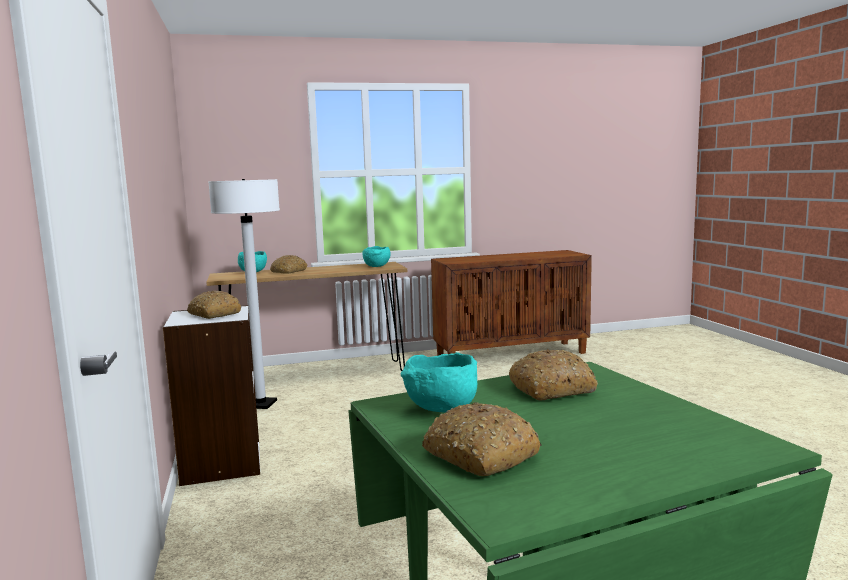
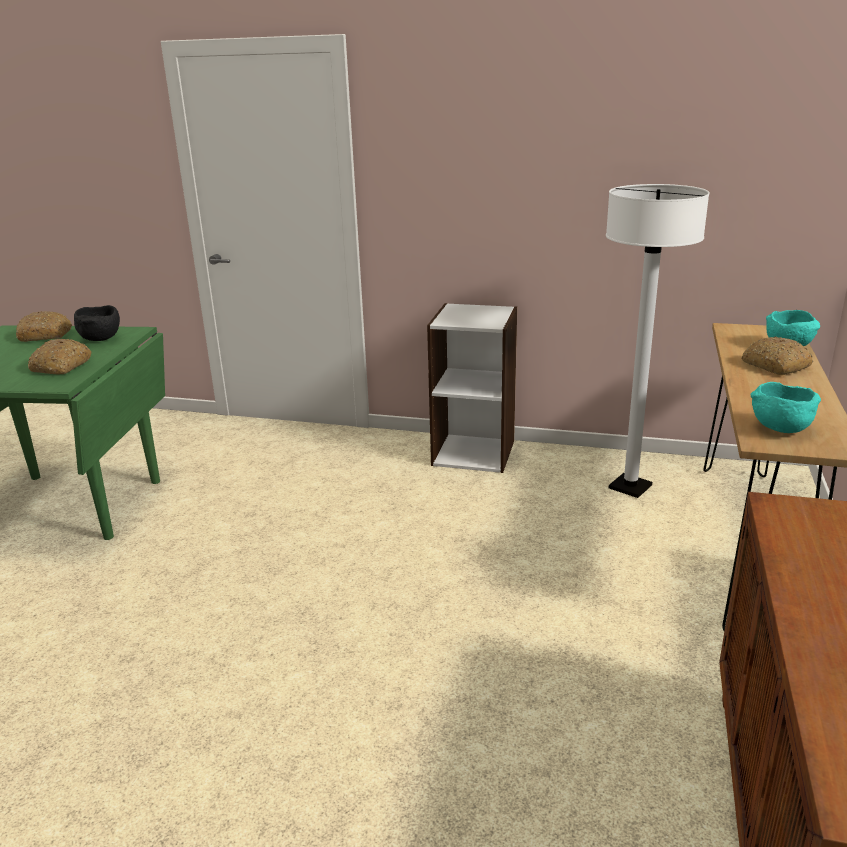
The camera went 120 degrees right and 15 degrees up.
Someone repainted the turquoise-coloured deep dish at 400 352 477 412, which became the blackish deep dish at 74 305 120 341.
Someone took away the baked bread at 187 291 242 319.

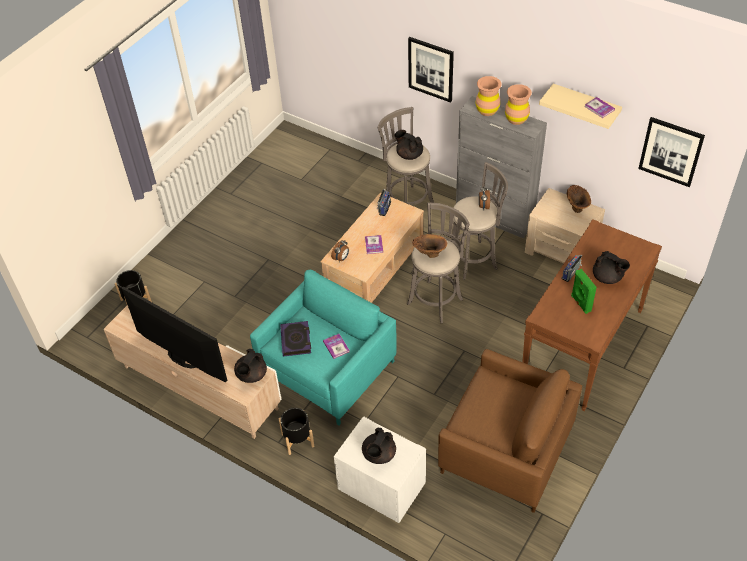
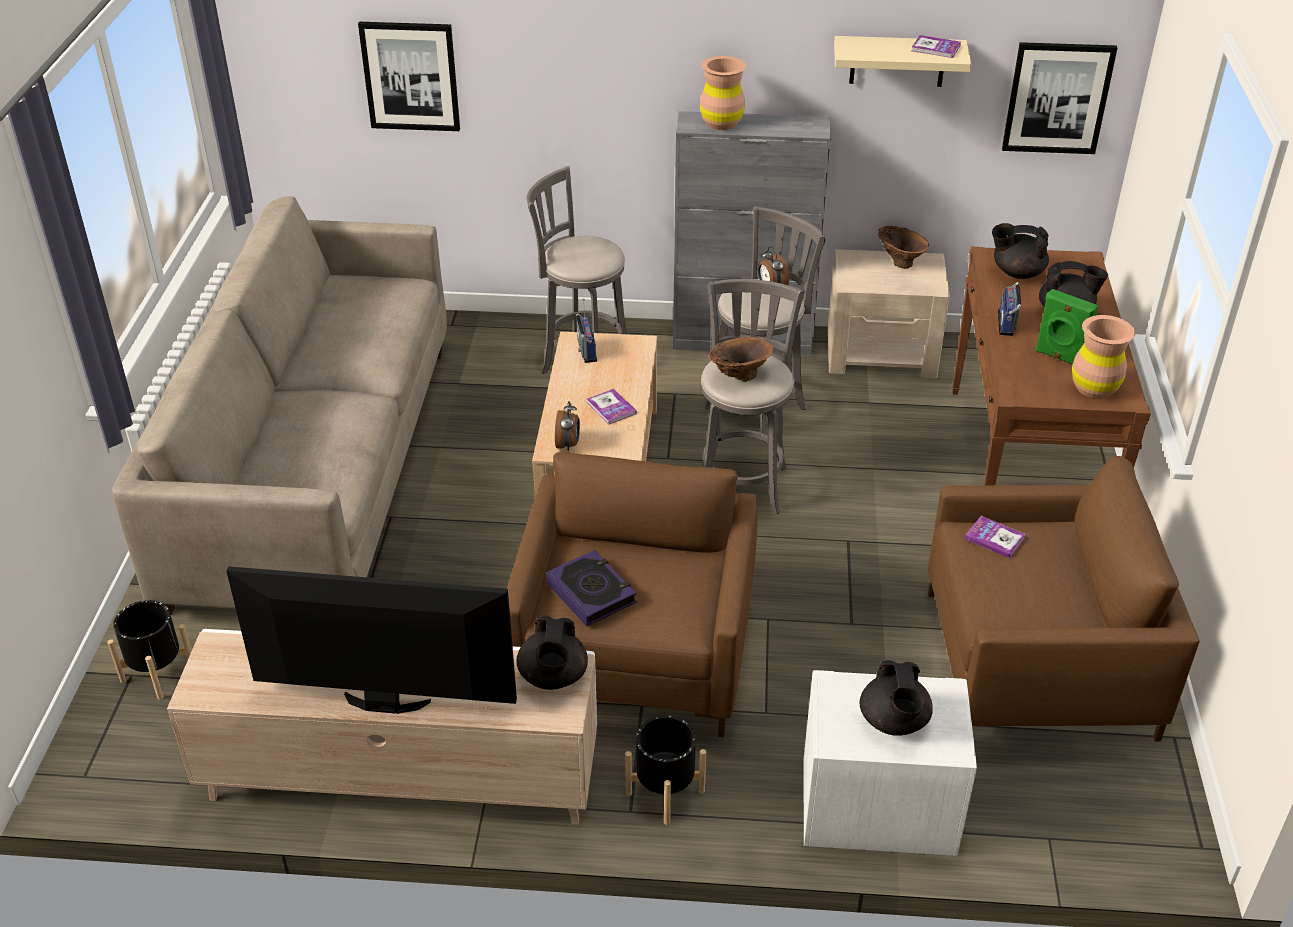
The camera went 30 degrees left and 10 degrees down.
Someone put down the sand-coloured sofa at 112 196 447 615.
Someone carried the picture from 408 37 454 103 to 358 22 460 131.
Someone repainted the turquoise-coloured easy chair at 250 270 397 425, which became the brown easy chair at 507 452 758 737.
Someone carried the volume from 323 334 350 359 to 965 516 1026 558.
Someone carried the blackish pot for tea from 395 130 423 160 to 992 223 1049 279.
Someone carried the brown decorative vase from 505 84 532 125 to 1072 315 1135 399.

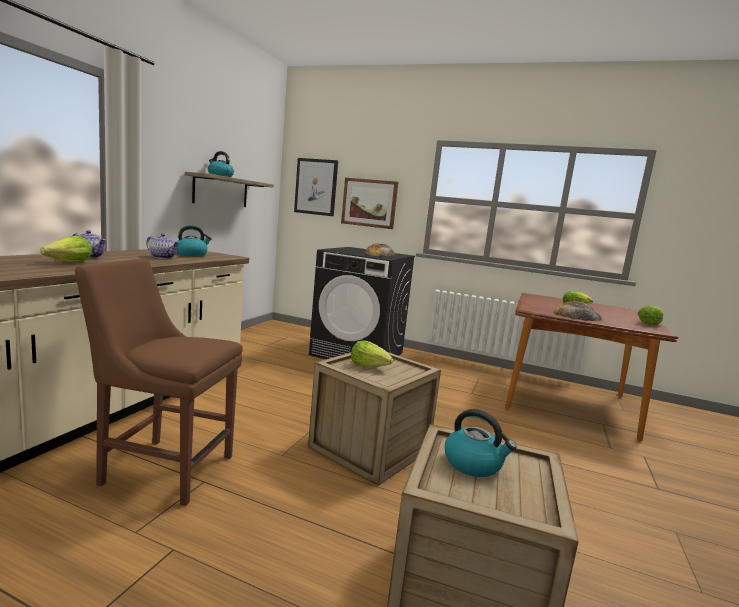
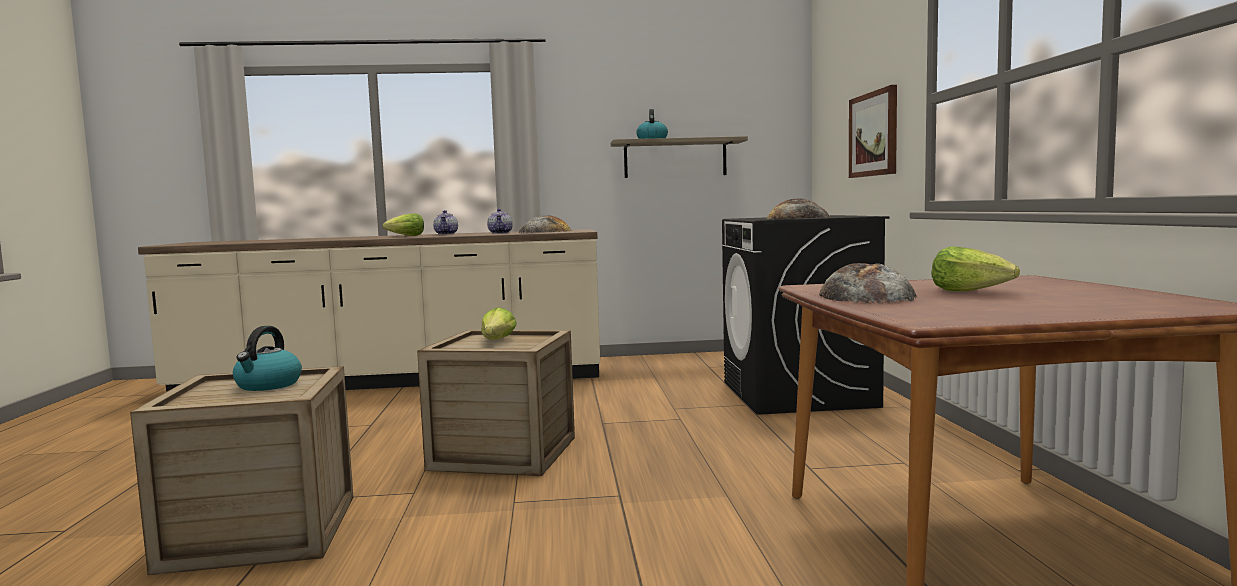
The camera went 65 degrees right and 5 degrees down.
Someone swapped the water kettle at 176 225 212 257 for the baked bread at 519 216 572 233.
Someone took away the brown chair at 75 258 243 506.
Someone took away the picture at 294 158 338 216.
Someone took away the lettuce at 637 305 663 325.

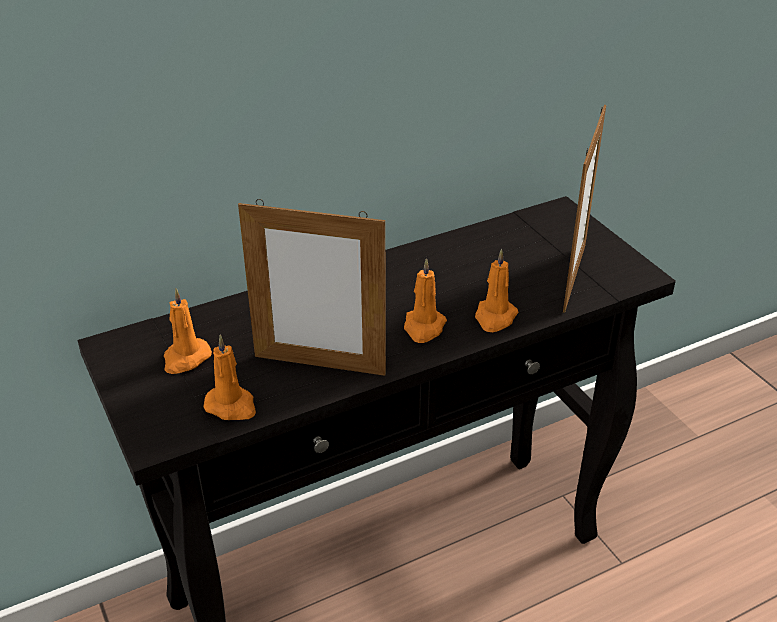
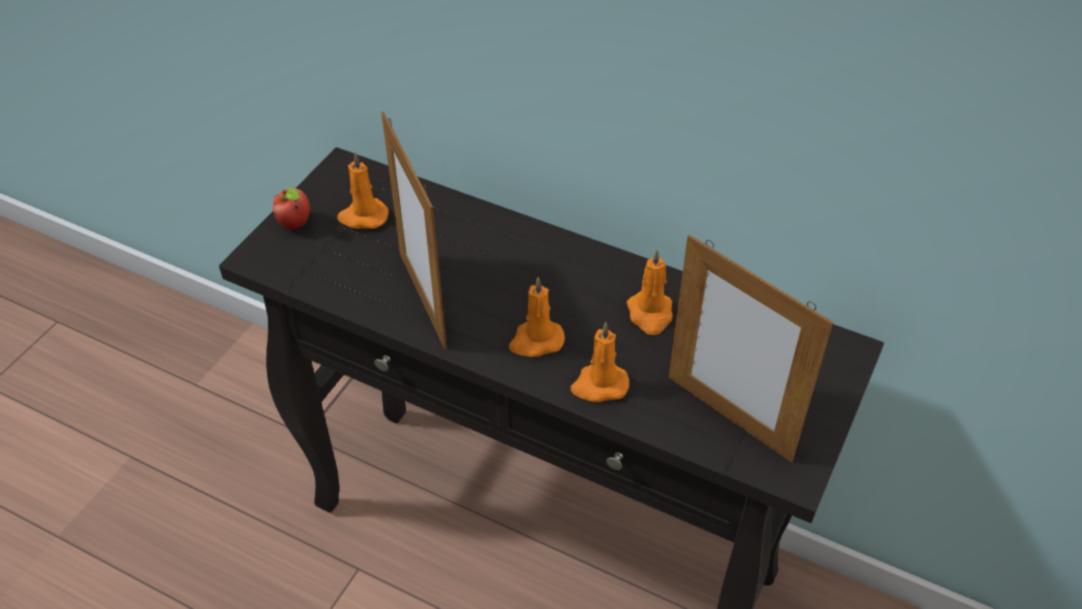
The camera went 55 degrees right and 10 degrees up.
Someone put down the whole apple at 273 187 310 230.
Someone carried the orangey candle from 203 335 256 420 to 627 249 673 335.
Someone rotated the standing frame at 563 105 606 313 by 60 degrees clockwise.

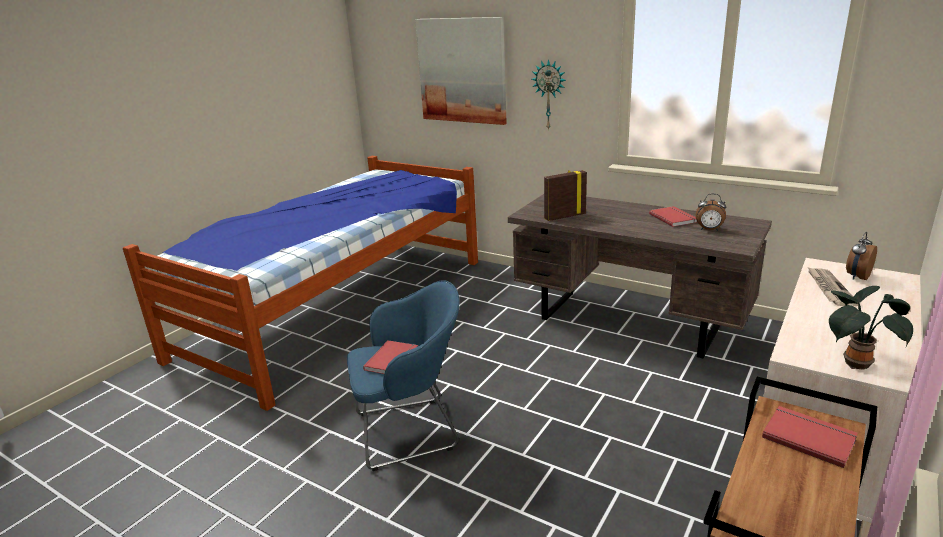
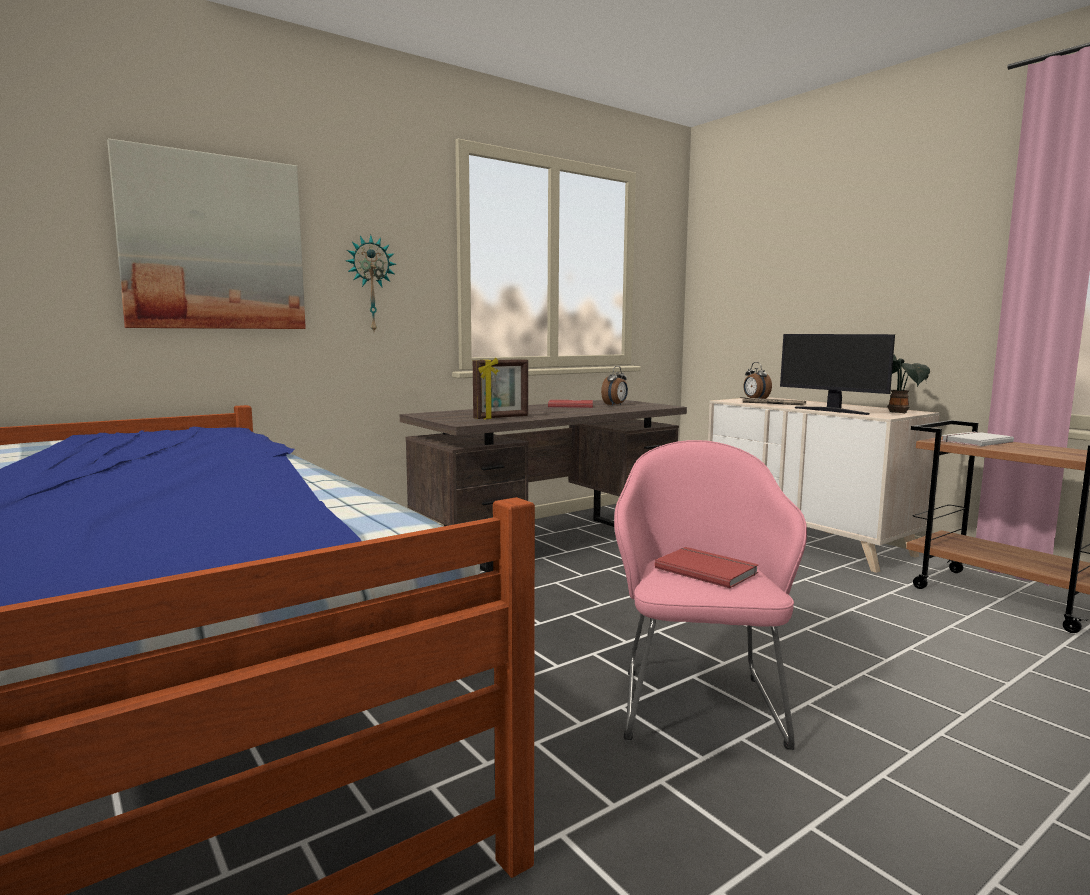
The camera went 70 degrees left and 15 degrees down.
Someone rotated the standing frame at 544 170 587 221 by 120 degrees counterclockwise.
Someone repainted the blue easy chair at 347 280 459 471, which became the pink easy chair at 614 440 807 750.
Someone put down the computer display at 780 334 895 415.
Someone repainted the reddish volume at 762 406 858 468, which became the white volume at 941 432 1014 446.

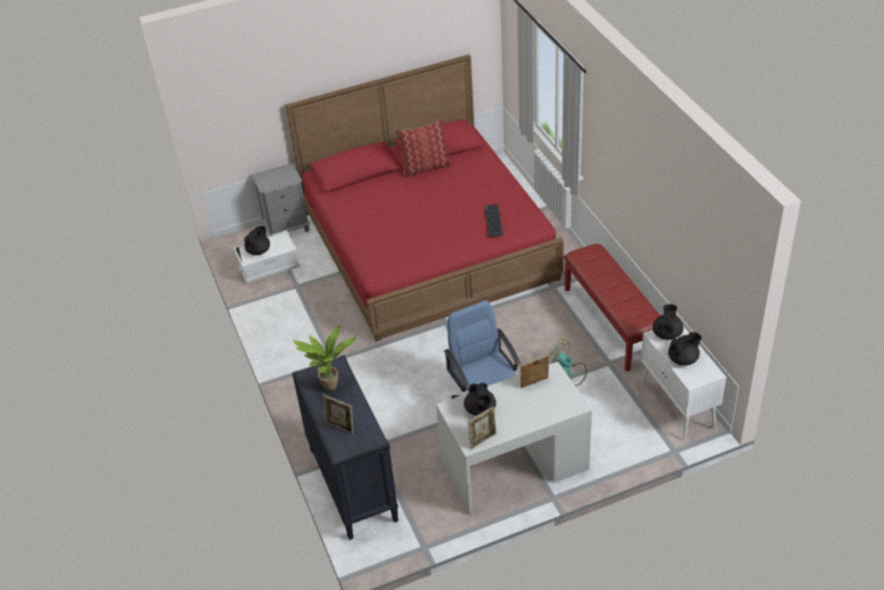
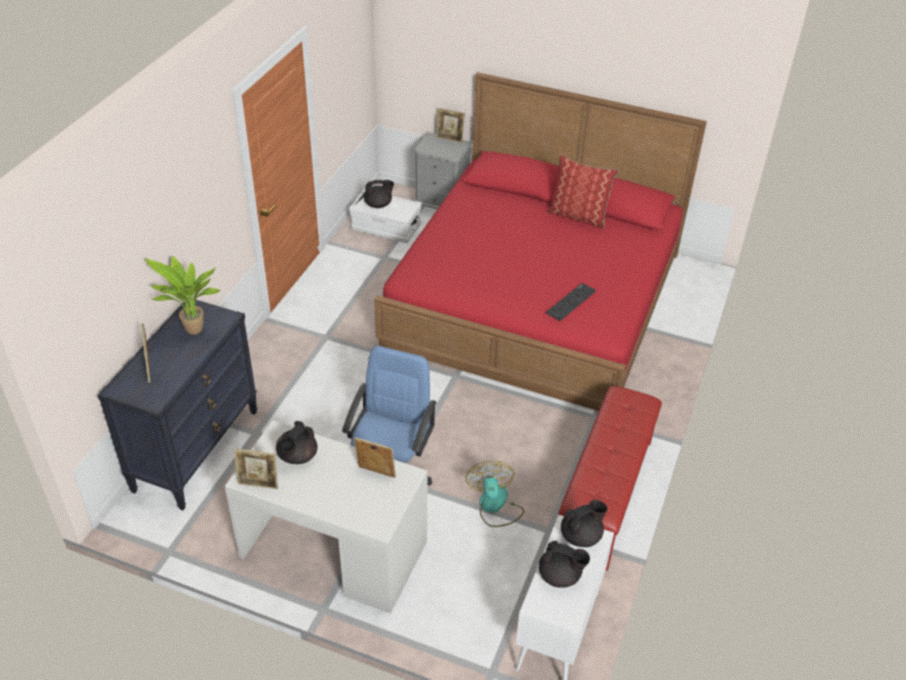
The camera went 40 degrees right and 0 degrees up.
Someone put down the standing frame at 436 108 465 143.

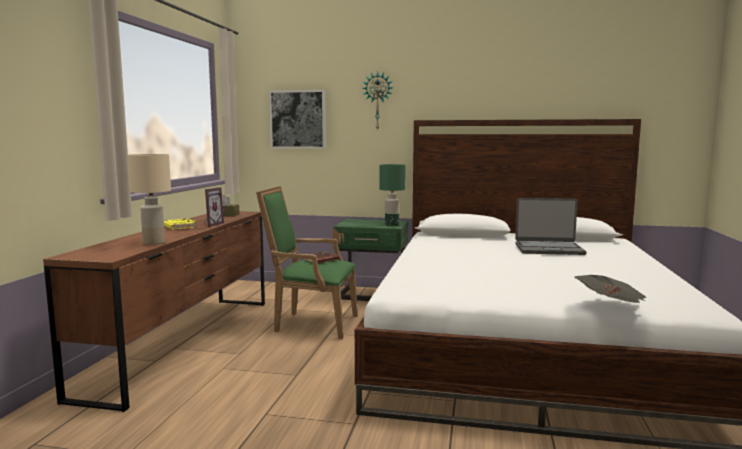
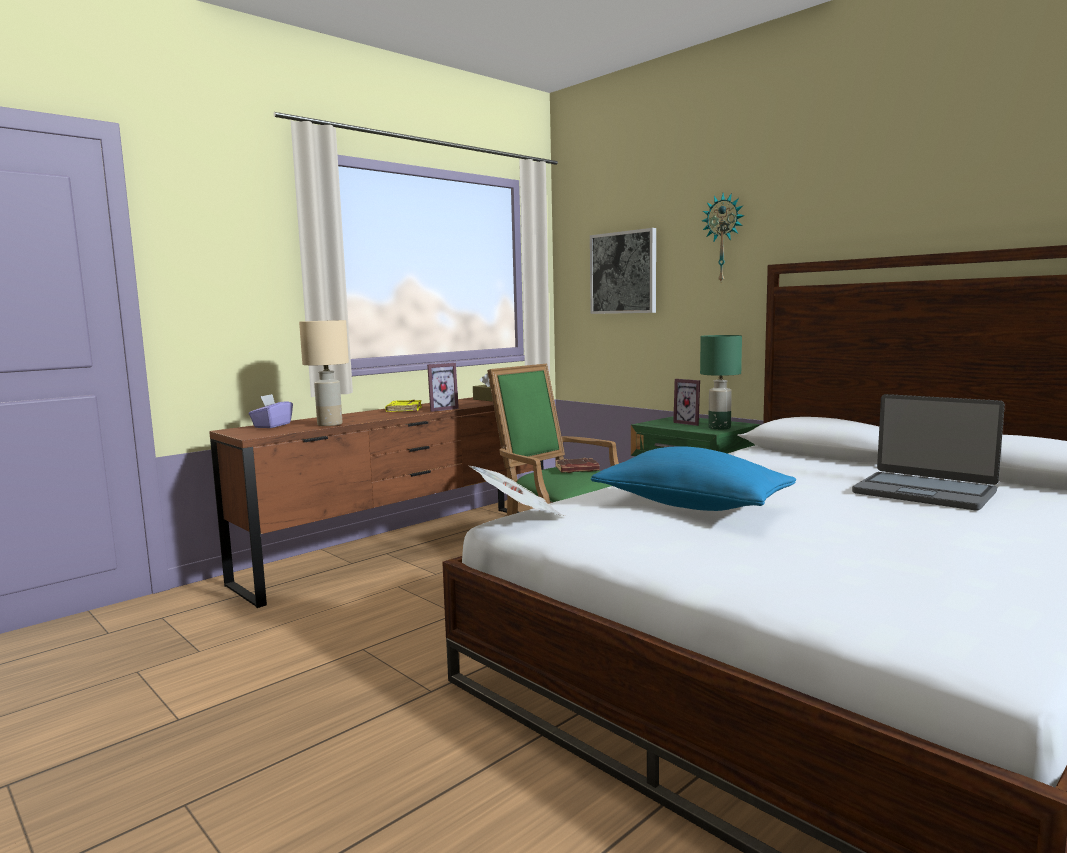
The camera went 35 degrees right and 0 degrees up.
Someone put down the purple-coloured tissue holder at 249 394 293 428.
Someone carried the printed paper from 575 275 646 303 to 469 466 565 516.
Someone put down the blue pillow at 591 446 796 511.
Someone put down the standing frame at 673 379 700 426.

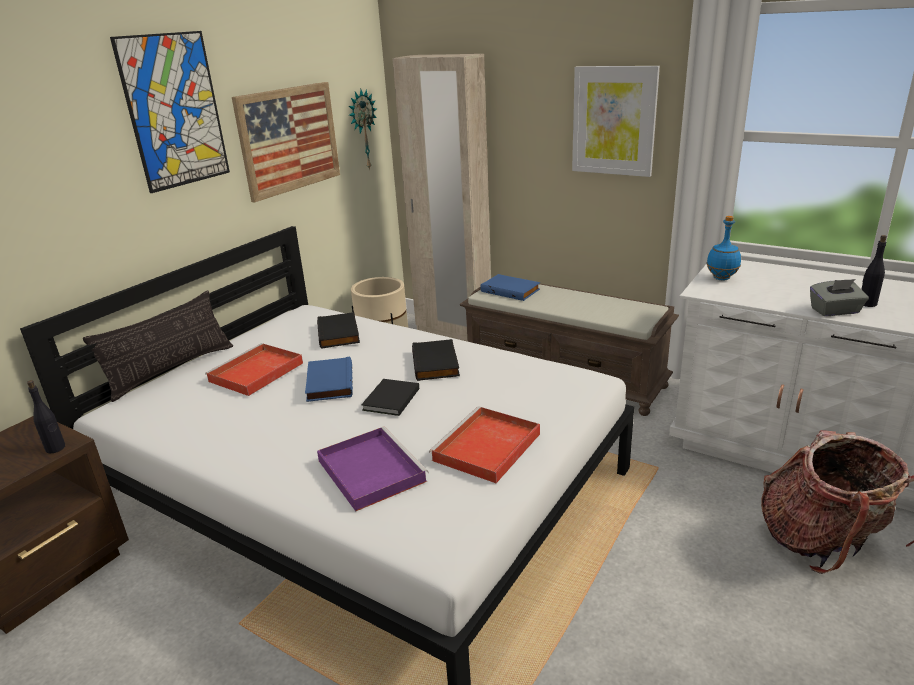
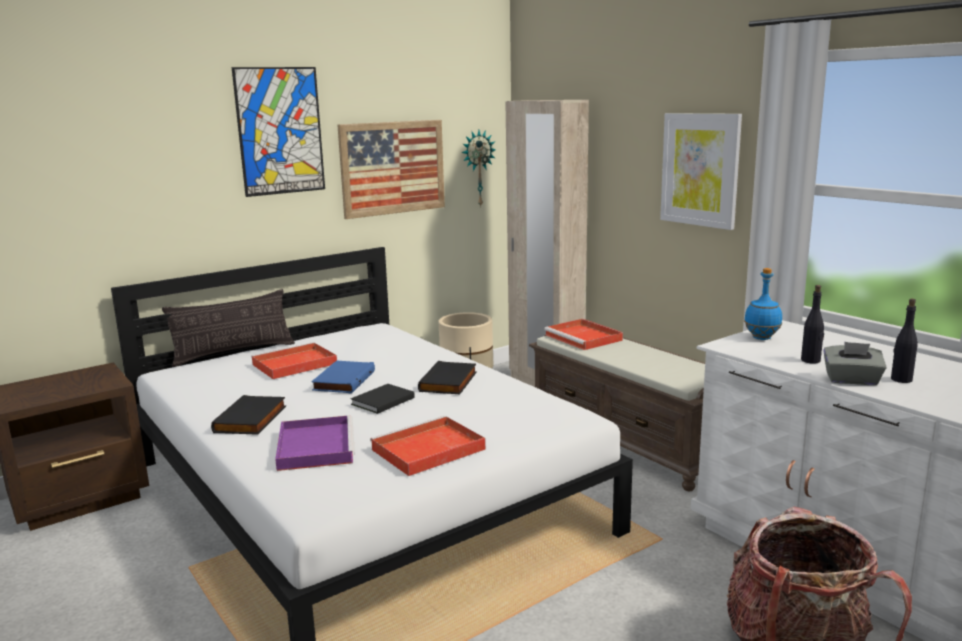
The camera went 20 degrees right and 10 degrees down.
Someone carried the blackish volume from 317 312 360 349 to 211 395 286 435.
Someone swapped the blue volume at 480 274 540 301 for the reddish carrying tray at 544 319 623 350.
Someone carried the blackish drink bottle from 27 380 65 454 to 801 285 824 364.

